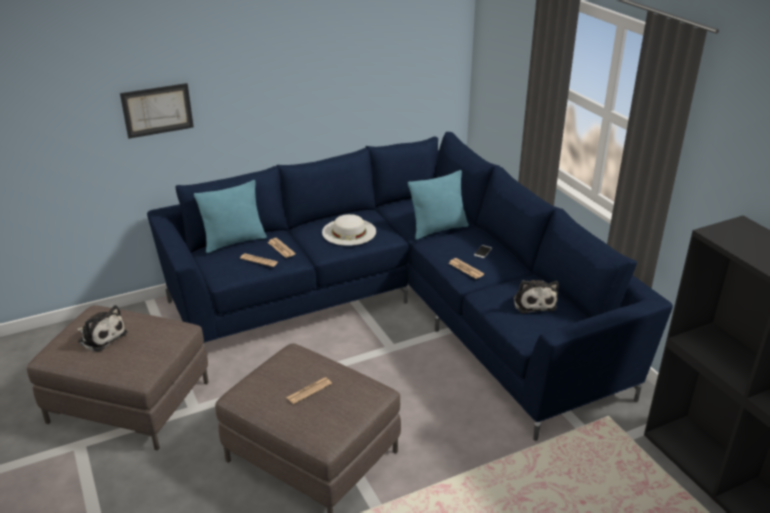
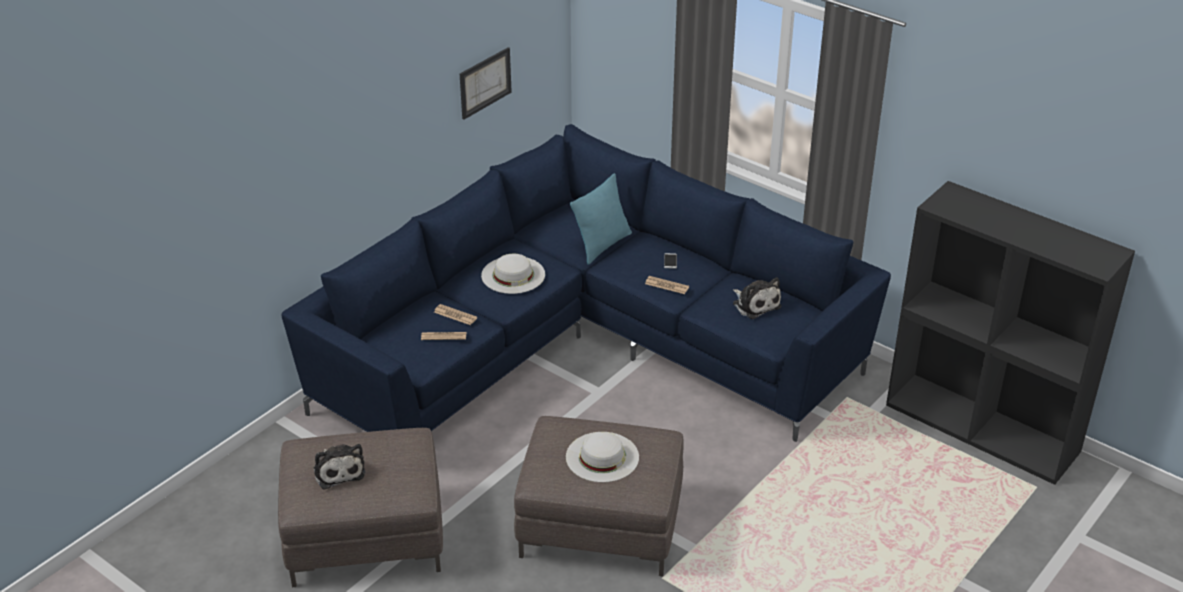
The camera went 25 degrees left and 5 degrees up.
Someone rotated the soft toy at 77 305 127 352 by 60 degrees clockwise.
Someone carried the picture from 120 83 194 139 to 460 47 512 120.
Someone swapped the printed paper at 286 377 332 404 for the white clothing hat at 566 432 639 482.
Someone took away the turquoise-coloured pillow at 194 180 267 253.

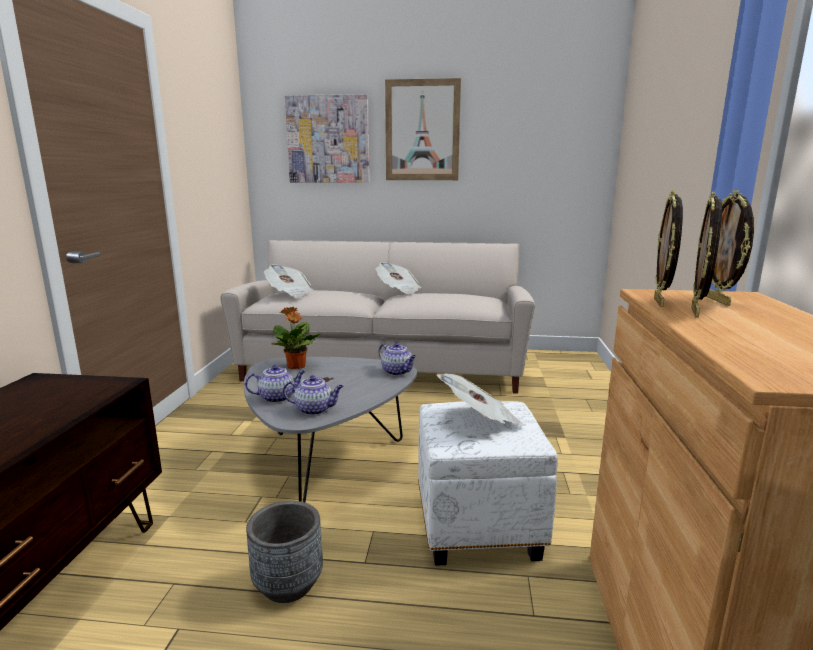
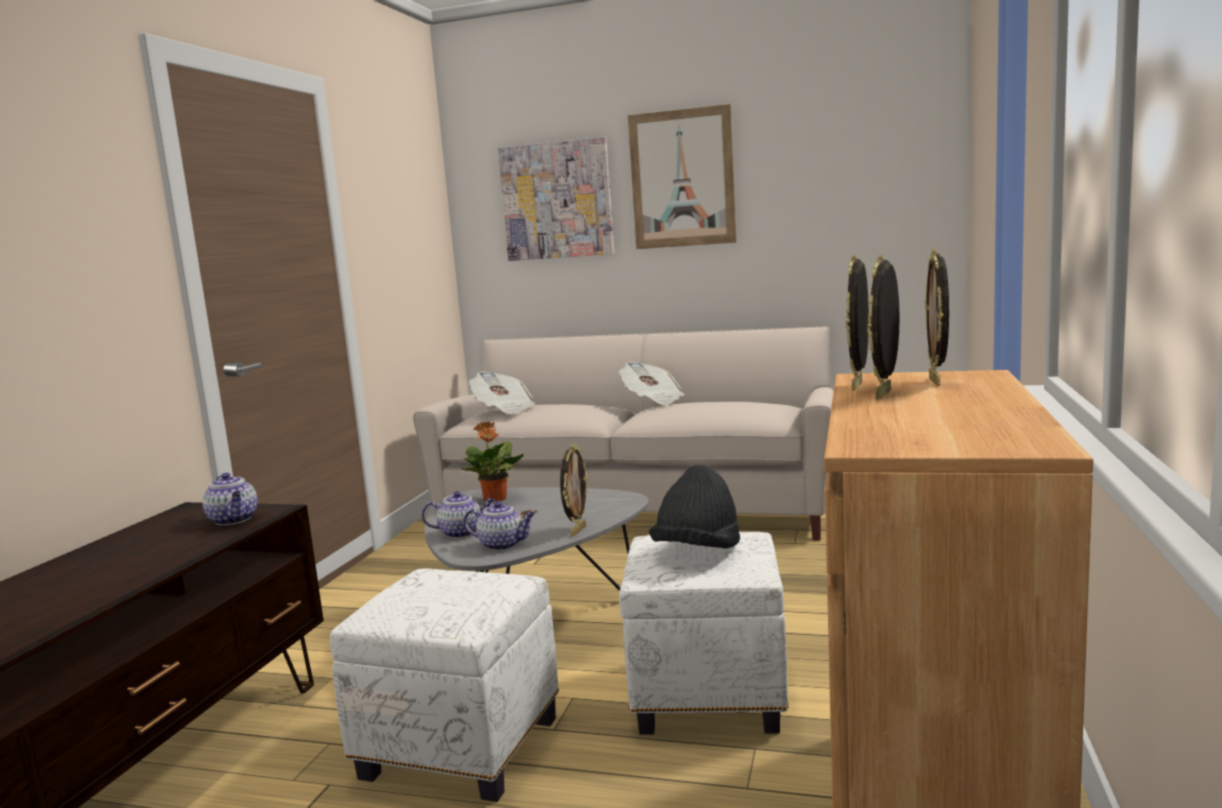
The camera went 10 degrees right and 5 degrees down.
Someone carried the pot for tea from 378 343 416 376 to 202 473 258 525.
Someone swapped the grey plant pot at 246 501 323 603 for the white ottoman at 330 568 559 802.
Someone put down the standing frame at 560 444 588 536.
Someone swapped the printed paper at 437 373 526 426 for the blackish clothing hat at 649 465 740 548.

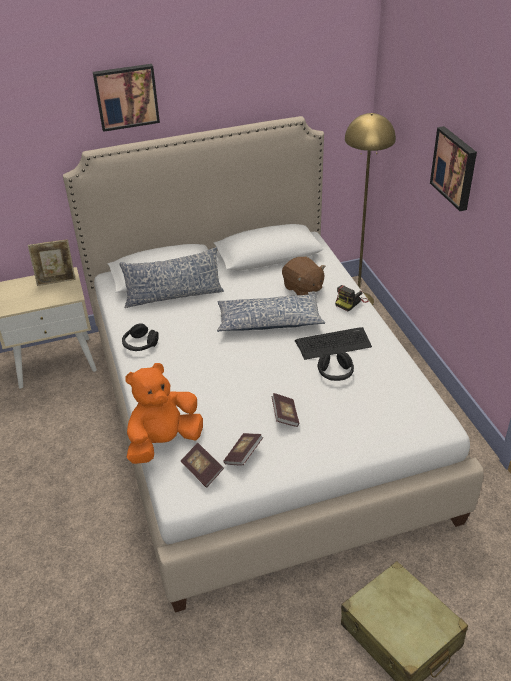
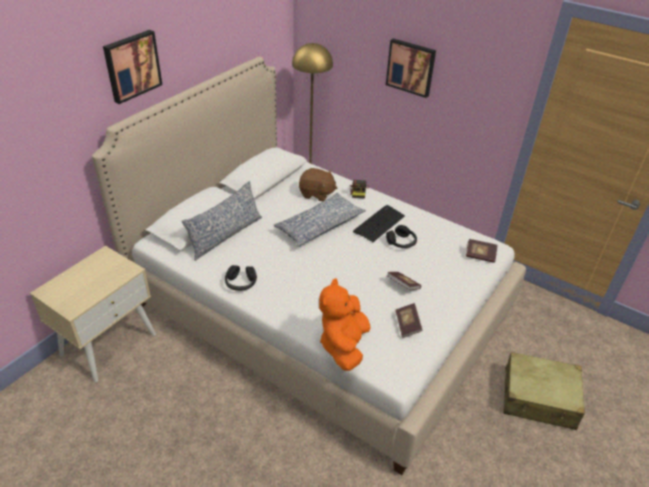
The camera went 40 degrees left and 0 degrees up.
Someone carried the volume from 181 443 224 488 to 466 239 498 263.
Someone took away the standing frame at 28 239 76 286.

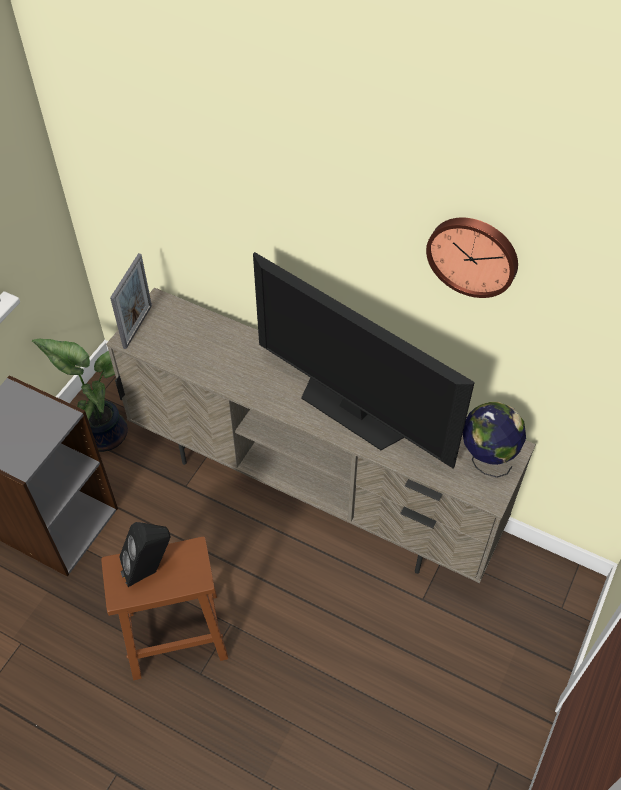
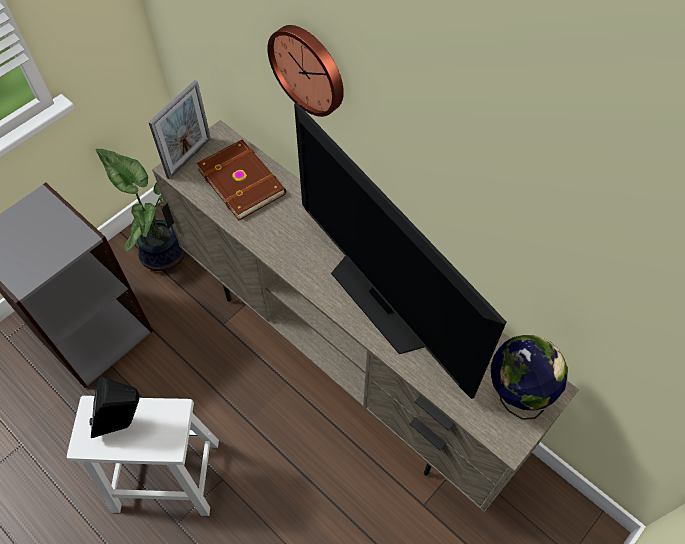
The camera went 15 degrees right and 5 degrees up.
Someone repainted the brown sitting stool at 101 537 228 680, which became the white sitting stool at 67 396 219 516.
Someone put down the brown volume at 196 140 286 220.
Someone carried the wall clock from 426 217 518 298 to 267 25 344 117.

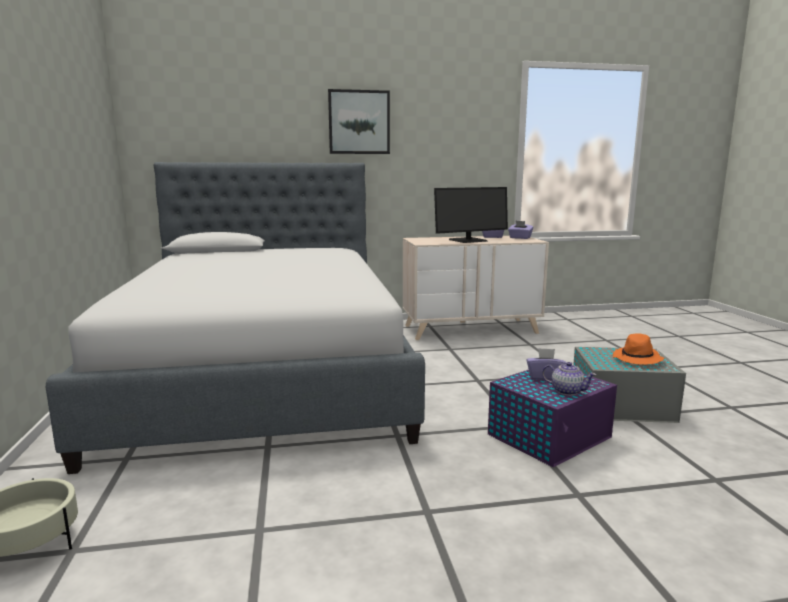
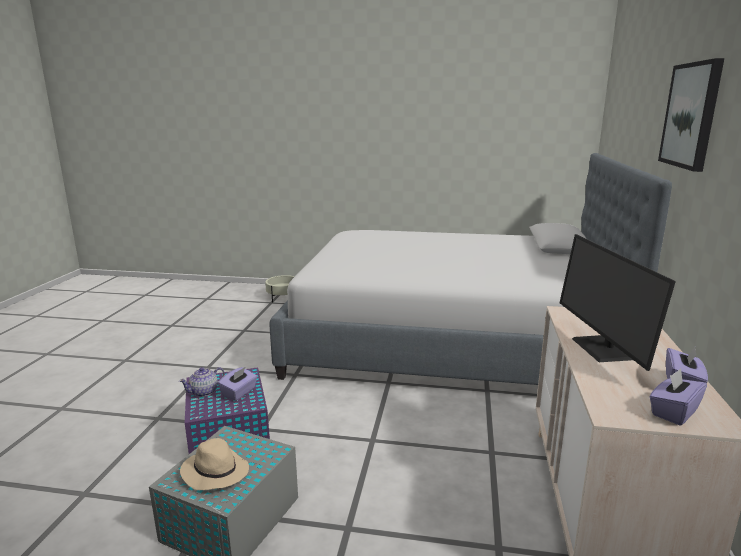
The camera went 110 degrees right and 5 degrees up.
Someone repainted the orangey clothing hat at 613 333 665 365, which became the sand-coloured clothing hat at 180 438 249 490.

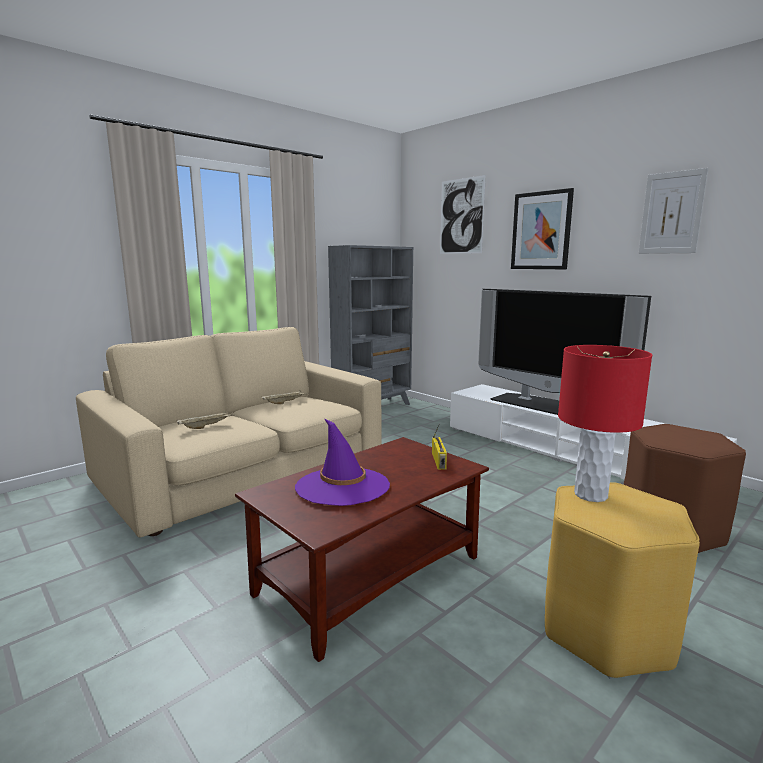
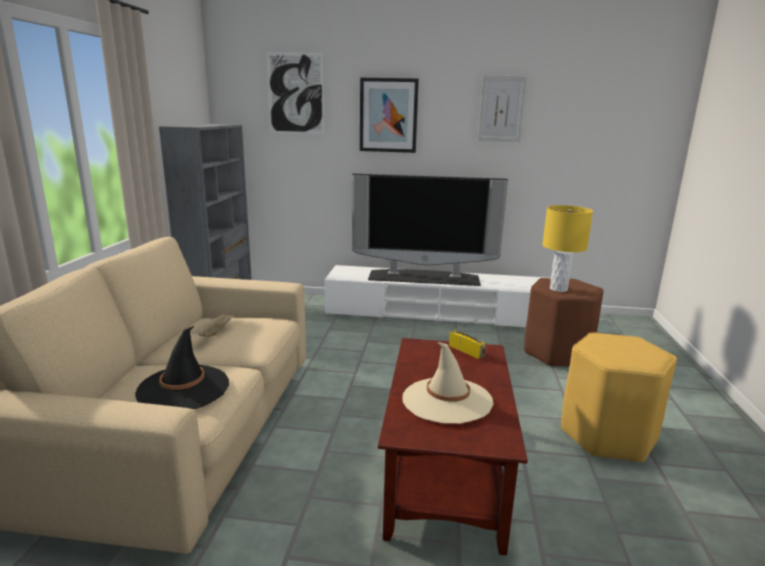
The camera went 40 degrees left and 5 degrees up.
Someone swapped the sand-coloured carrying tray at 176 411 232 429 for the blackish clothing hat at 135 326 229 410.
Someone repainted the purple-coloured clothing hat at 295 418 390 506, which became the sand-coloured clothing hat at 402 342 494 424.
Someone put down the yellowish tabletop lamp at 542 205 593 292.
Someone took away the reddish tabletop lamp at 558 345 652 502.

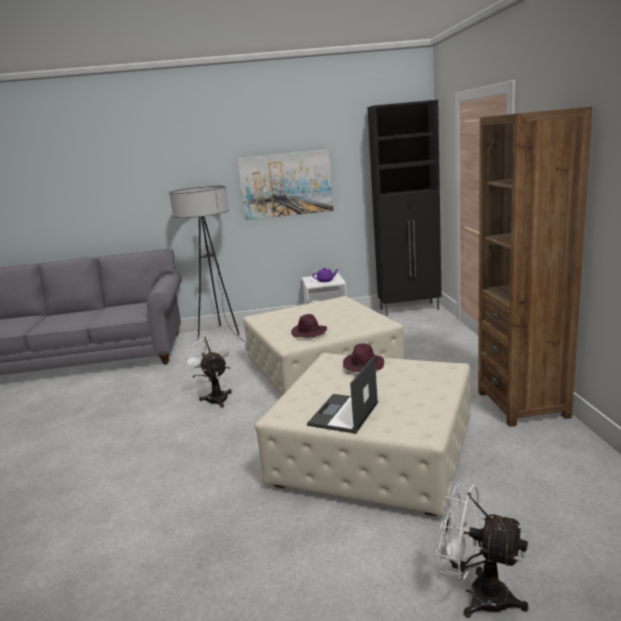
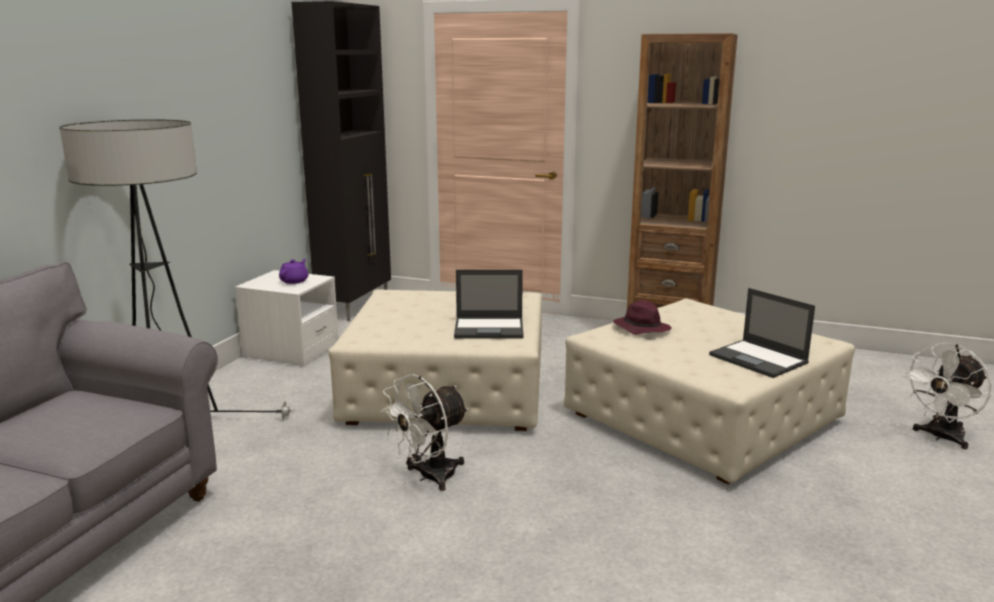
The camera went 65 degrees left and 0 degrees up.
Someone rotated the white electric fan at 184 334 233 408 by 45 degrees counterclockwise.
Someone swapped the purple-coloured clothing hat at 291 314 327 338 for the notebook computer at 454 270 524 338.
Someone took away the picture at 237 150 333 220.

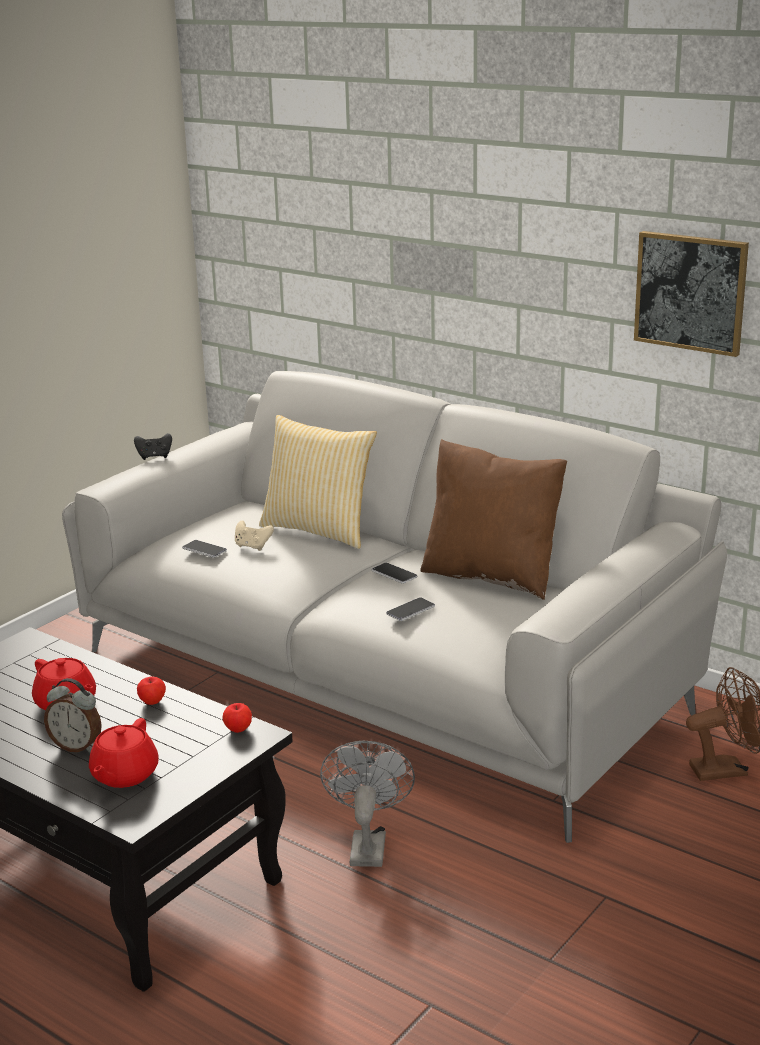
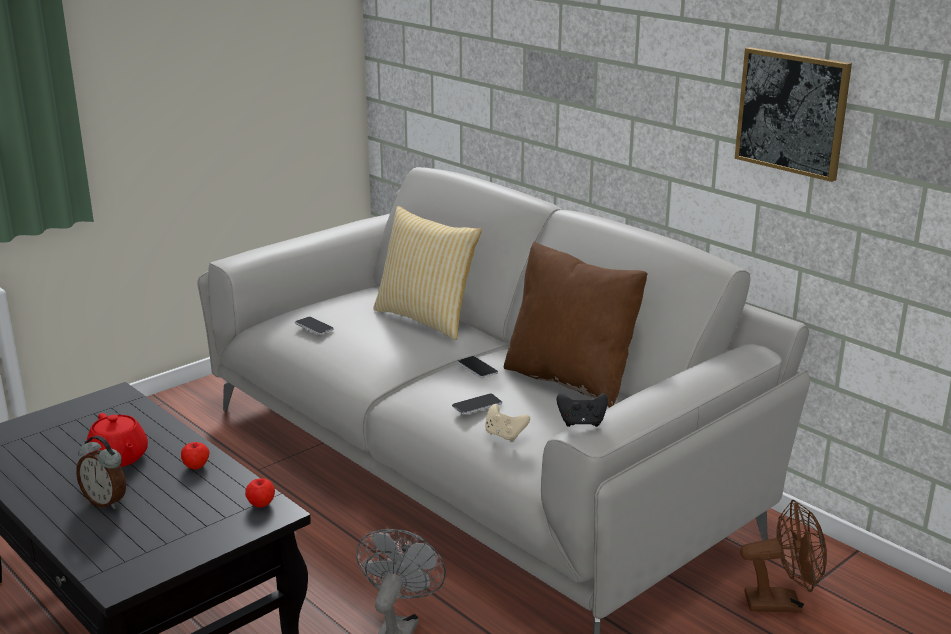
The camera went 10 degrees right and 0 degrees up.
Someone carried the sand-coloured gamepad from 235 520 274 551 to 485 404 530 442.
Someone carried the blackish gamepad from 134 433 172 460 to 557 393 608 427.
Someone took away the reddish pot for tea at 89 718 158 788.

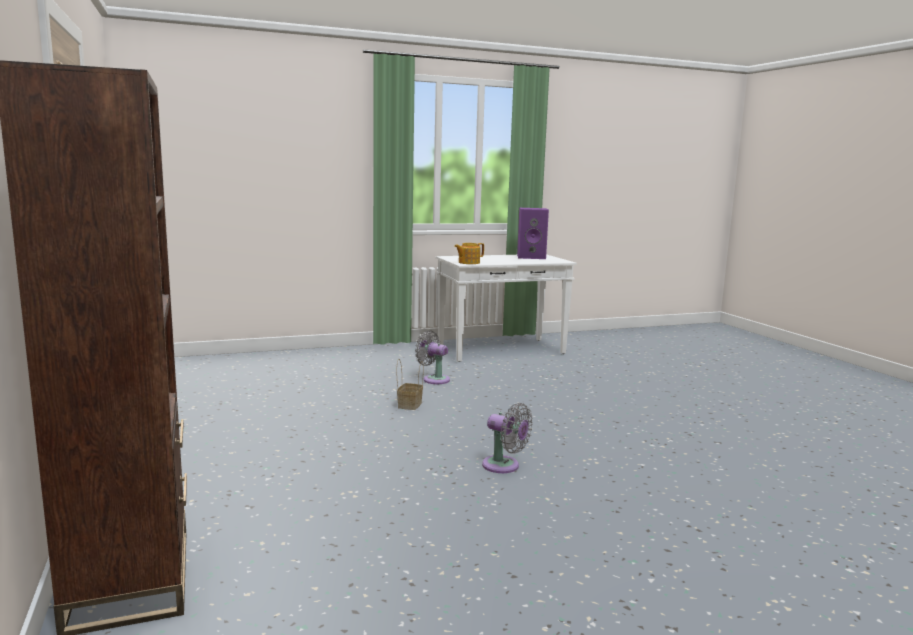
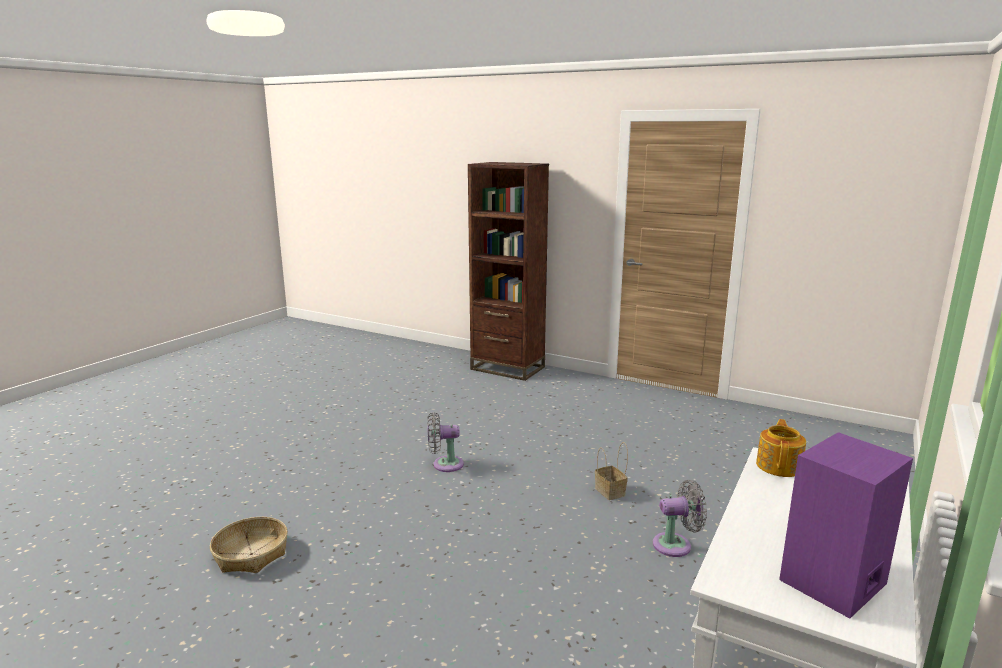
The camera went 140 degrees right and 5 degrees up.
Someone put down the basket at 210 517 288 573.

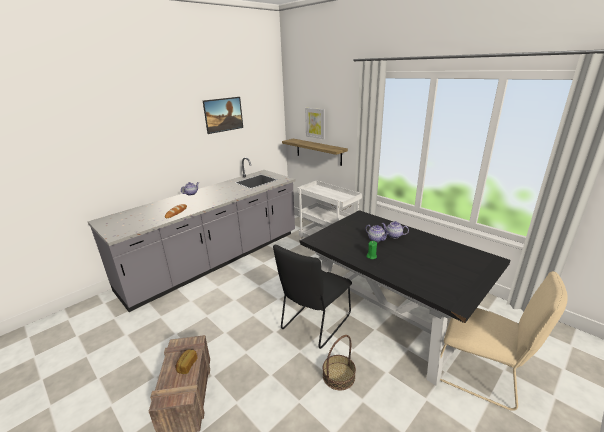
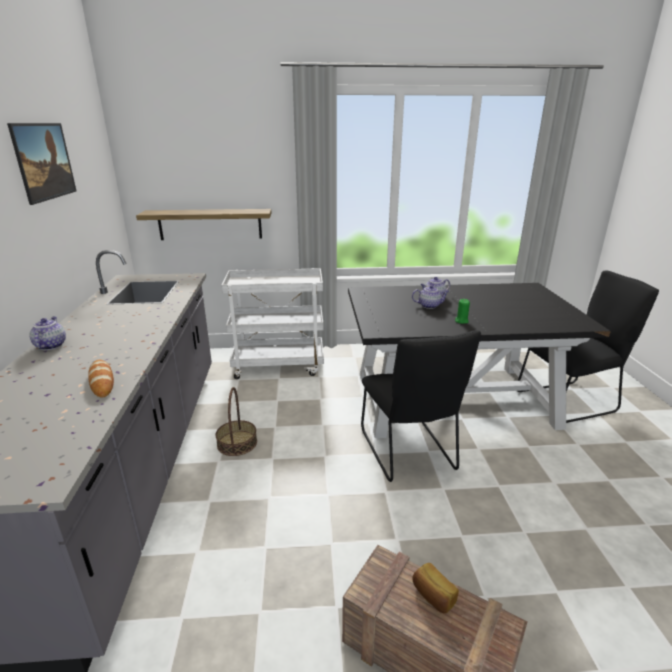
The camera went 50 degrees left and 0 degrees up.
Someone carried the basket from 323 335 356 390 to 215 387 257 456.
Someone repainted the sand-coloured chair at 440 271 568 411, which became the blackish chair at 518 270 659 423.
Someone took away the picture at 305 108 325 139.

